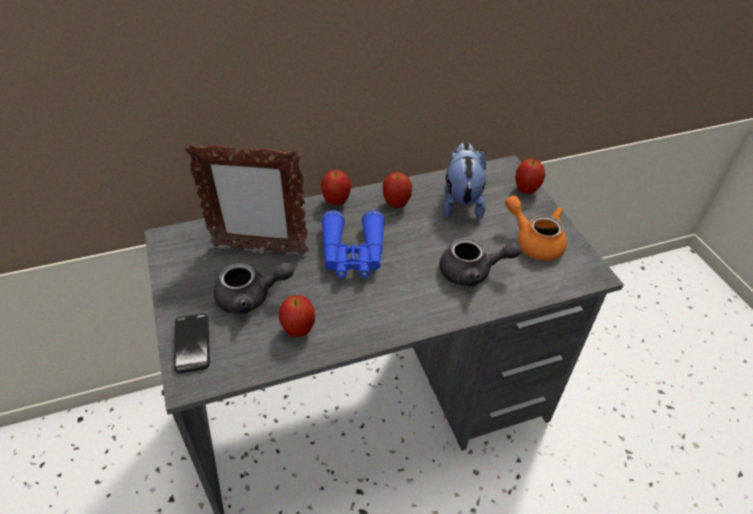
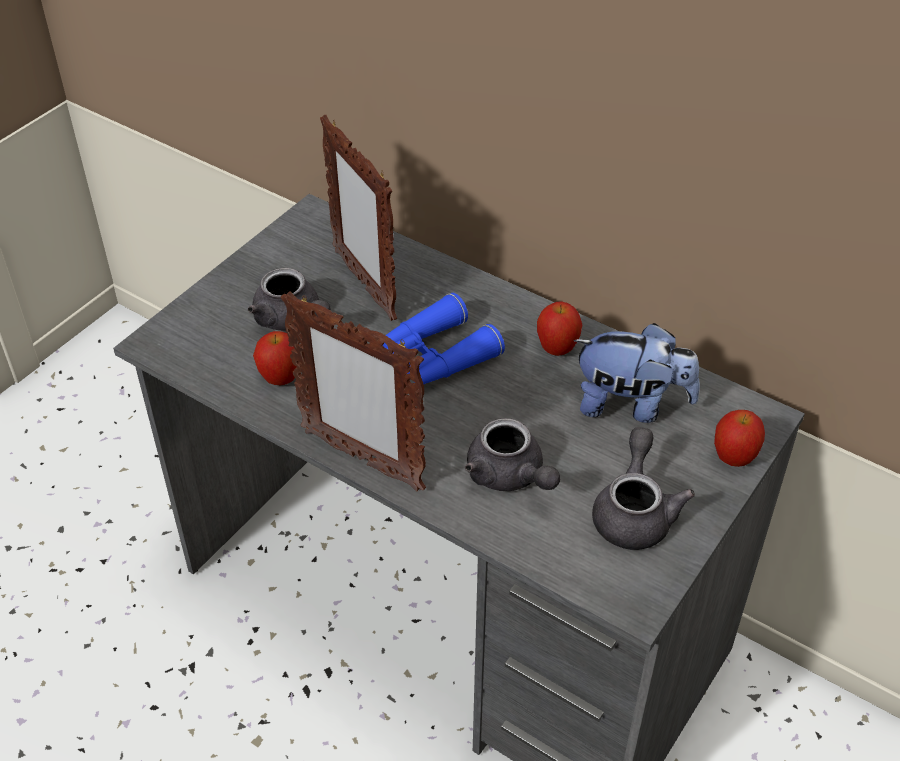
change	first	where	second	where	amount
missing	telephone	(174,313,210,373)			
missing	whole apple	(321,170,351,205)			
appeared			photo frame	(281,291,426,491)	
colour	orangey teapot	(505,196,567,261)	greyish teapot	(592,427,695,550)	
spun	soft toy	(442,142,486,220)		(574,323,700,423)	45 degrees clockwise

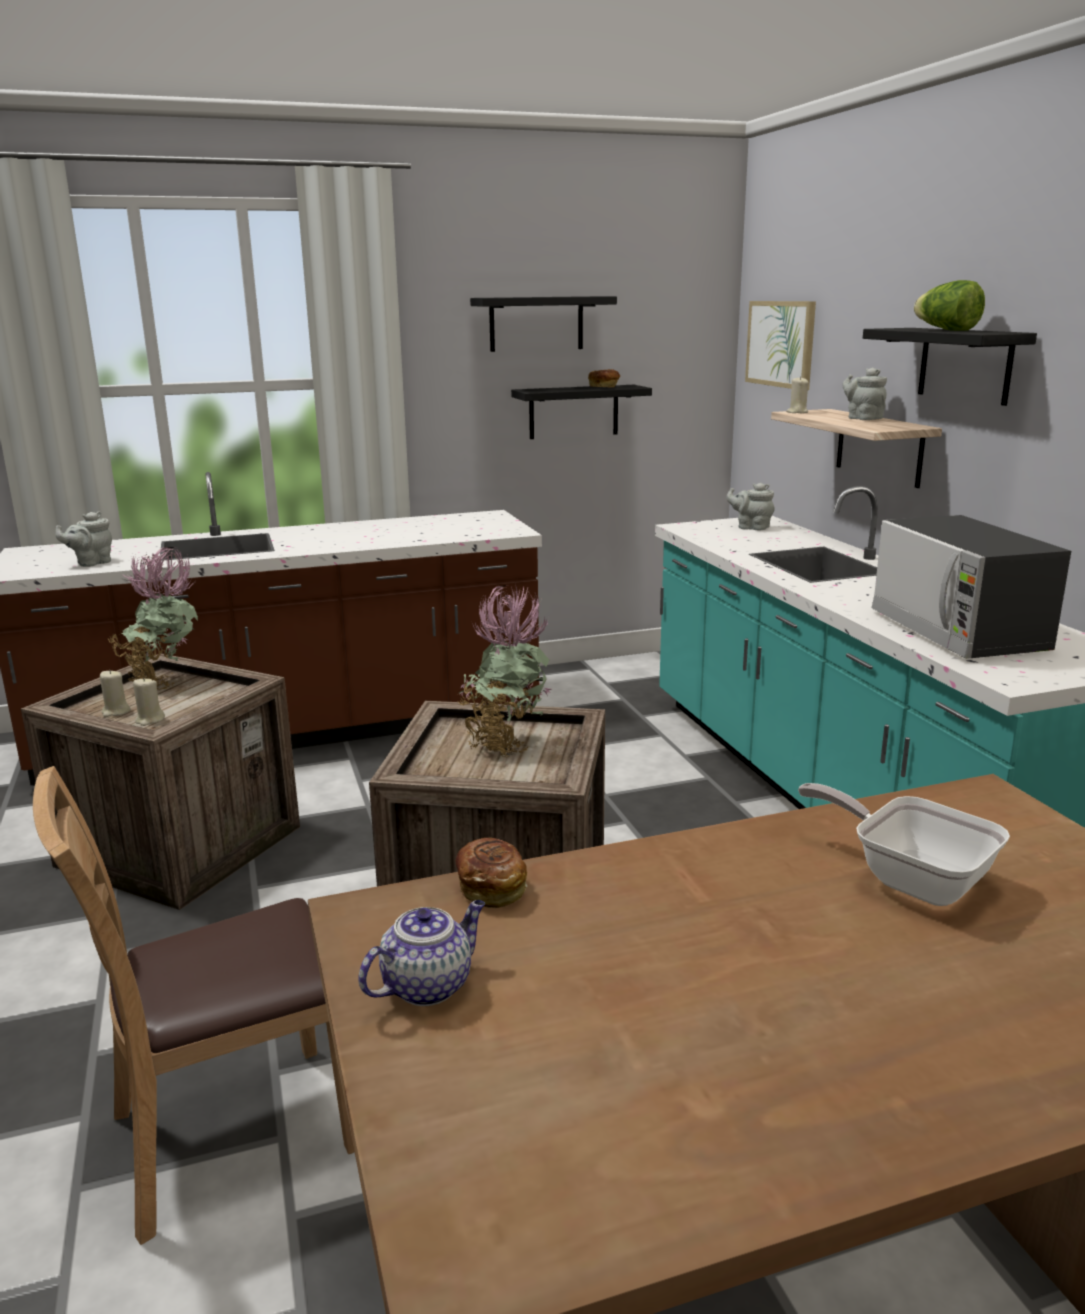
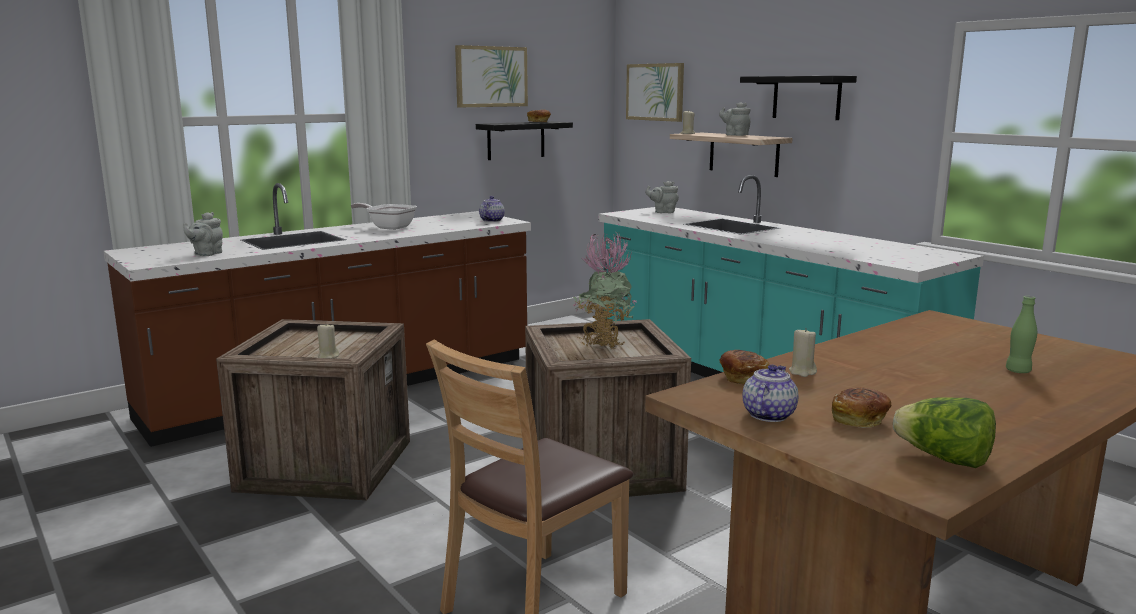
change	first	where	second	where	amount
missing	houseplant	(107,547,198,691)			
missing	microwave	(872,515,1071,659)			
appeared			teapot	(479,196,505,222)	
appeared			baked bread	(832,387,892,428)	
appeared			green bottle	(1006,296,1037,373)	
relocated	sand-coloured wax light	(100,670,131,717)		(789,329,817,377)	
relocated	pan	(798,783,1010,906)		(351,203,417,230)	
relocated	head of lettuce	(914,280,985,331)		(893,397,996,468)	
exchanged	black shelf	(470,296,617,352)	wall picture	(455,45,528,107)	

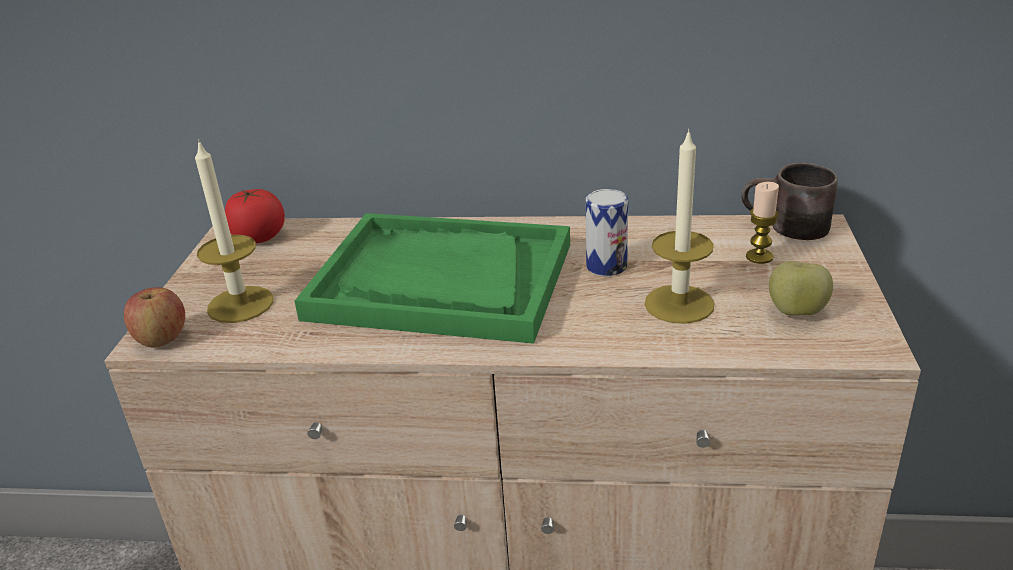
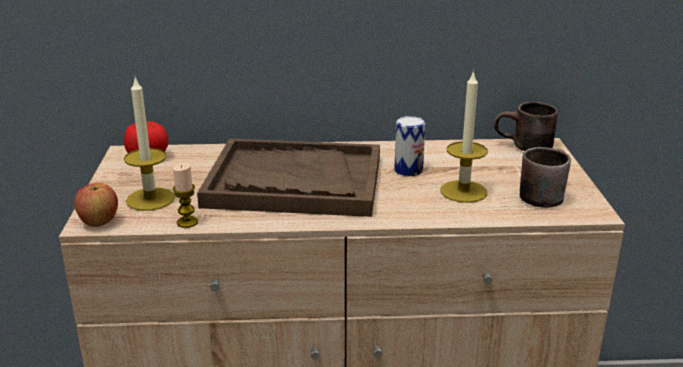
change	first	where	second	where	amount
relocated	wax light	(746,182,779,264)		(173,163,198,228)	
exchanged	whole apple	(769,261,833,315)	brown-coloured coffee mug	(520,147,571,208)	
colour	green carrying tray	(294,213,570,344)	brown-coloured carrying tray	(197,138,380,217)	

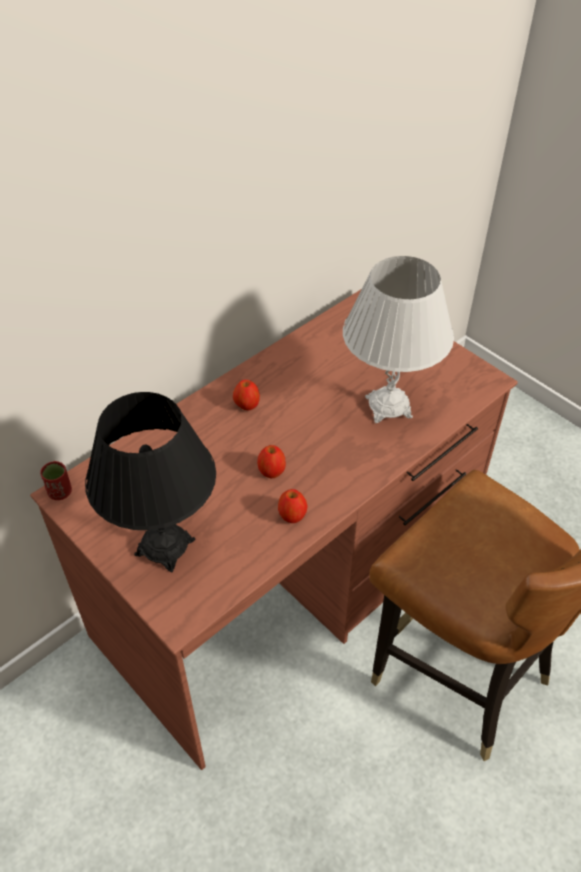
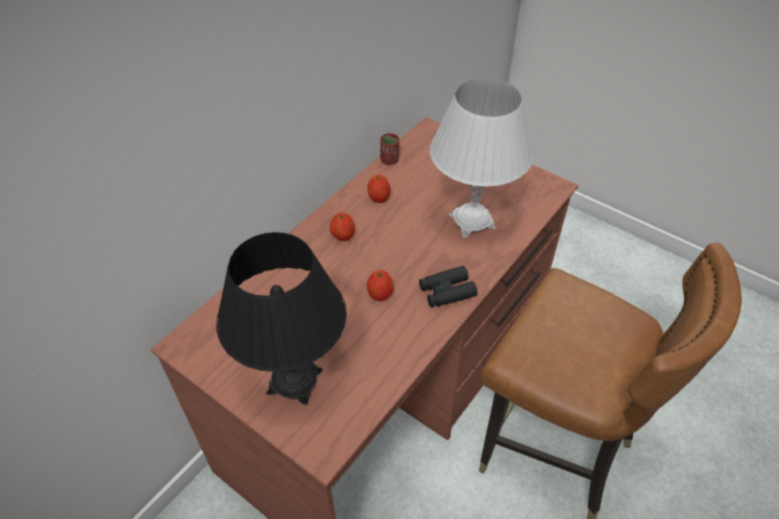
change	first	where	second	where	amount
appeared			black pair of binoculars	(419,266,478,308)	
relocated	reddish drinking cup	(40,461,72,500)		(380,133,399,165)	
relocated	whole apple	(278,489,308,523)		(368,174,391,203)	

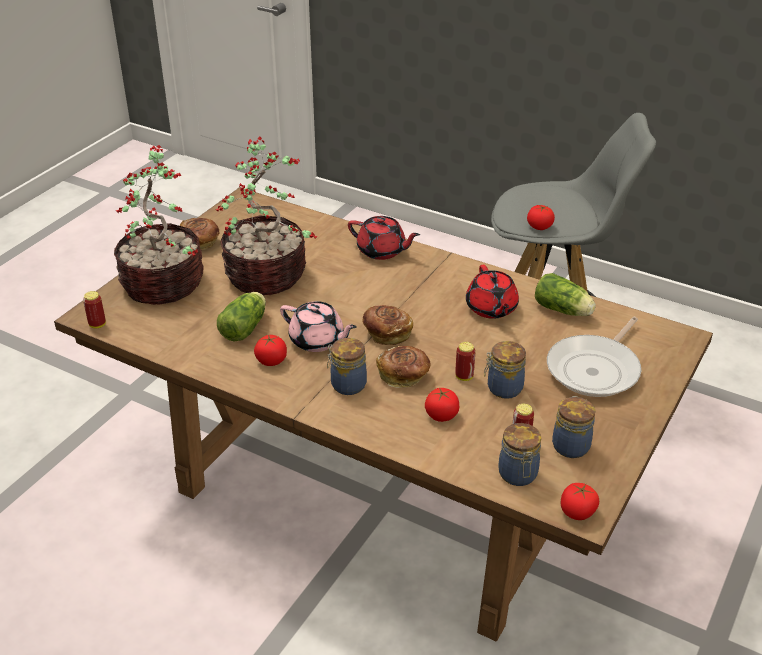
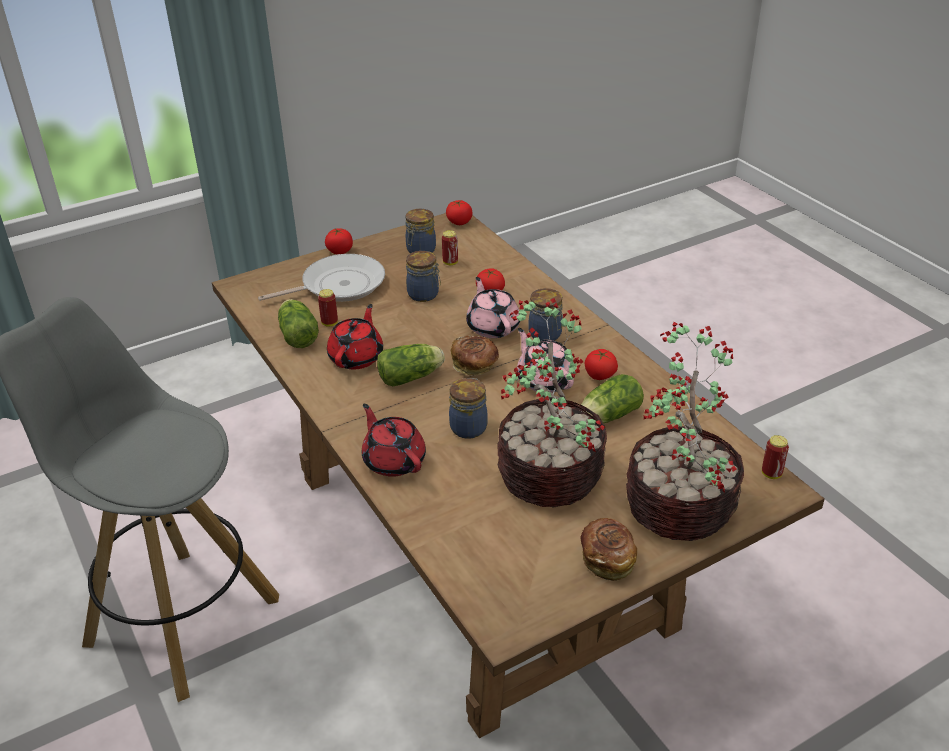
change	first	where	second	where	amount
appeared			head of lettuce	(377,344,445,386)	
relocated	can	(455,342,476,381)		(318,289,338,327)	
relocated	jar	(498,423,541,486)		(449,378,488,439)	
relocated	fresh tomato	(527,205,555,230)		(325,228,353,255)	
exchanged	baked bread	(376,346,431,388)	pinkish teapot	(466,277,520,338)	

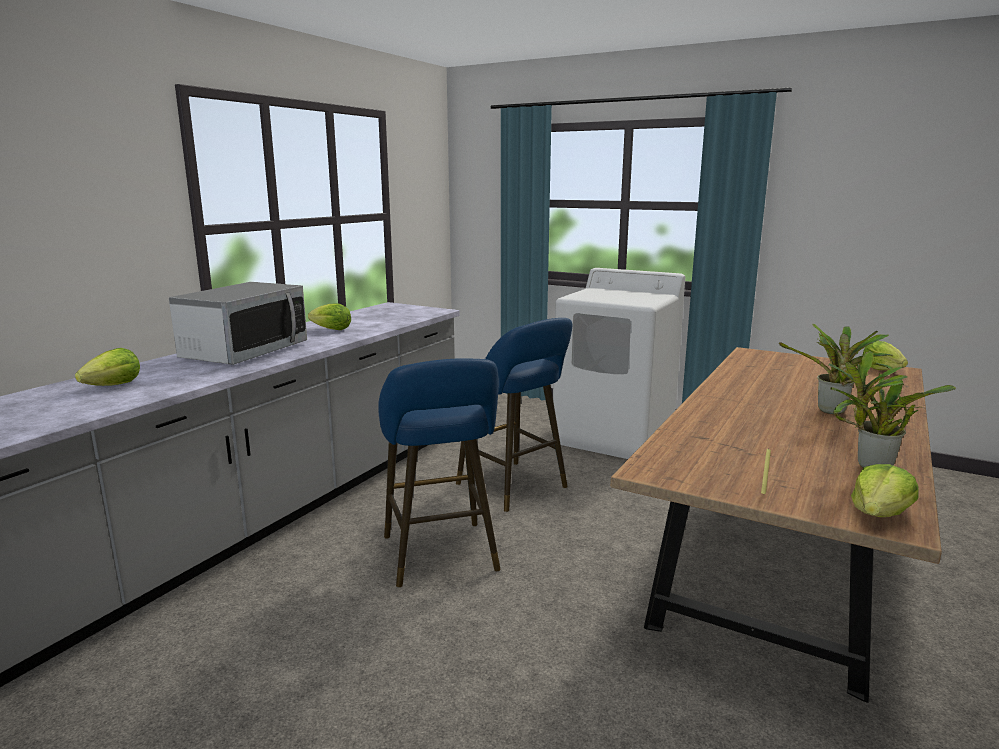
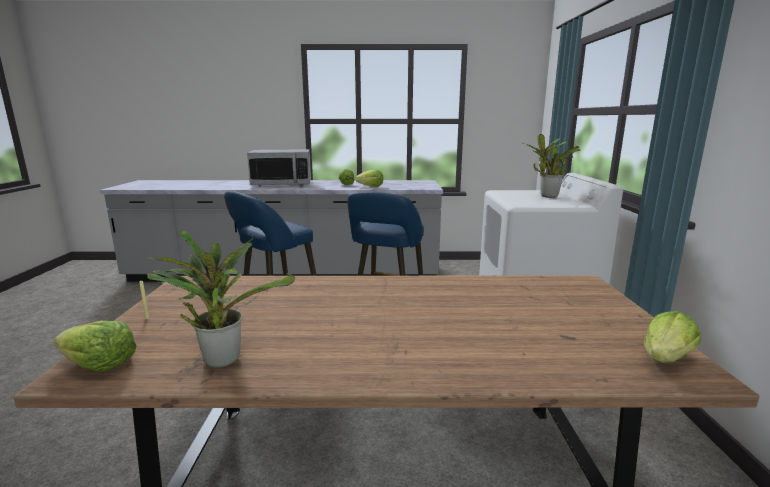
change	first	where	second	where	amount
relocated	head of lettuce	(75,348,140,386)		(356,170,383,187)	
relocated	houseplant	(779,324,896,414)		(523,134,581,198)	

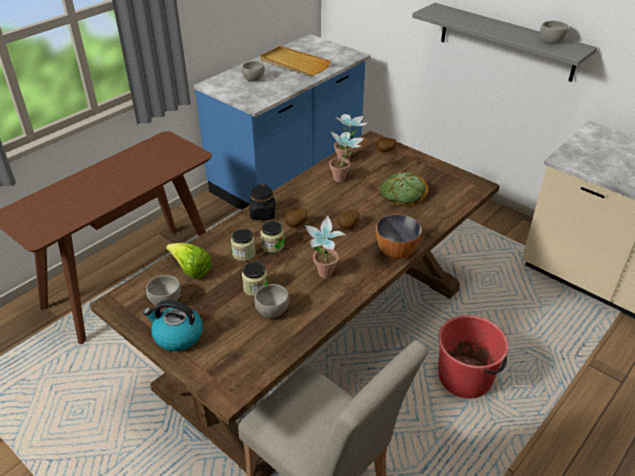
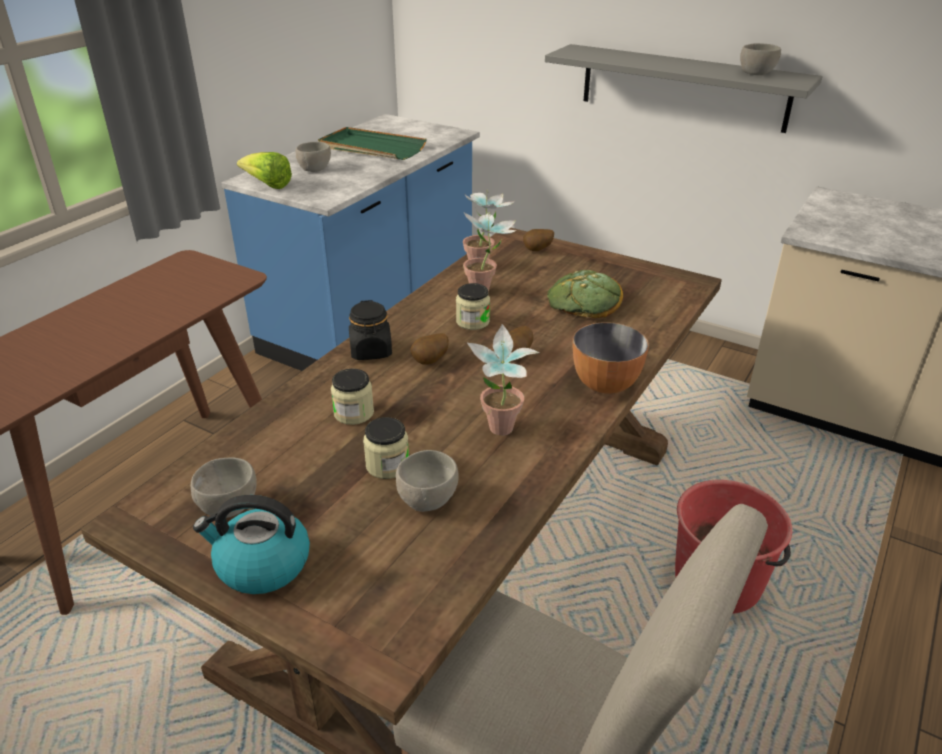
change	first	where	second	where	amount
relocated	head of lettuce	(166,243,212,279)		(237,152,292,189)	
relocated	jar	(261,221,284,253)		(456,283,490,330)	
colour	sand-coloured carrying tray	(260,46,331,76)	green carrying tray	(318,127,427,160)	

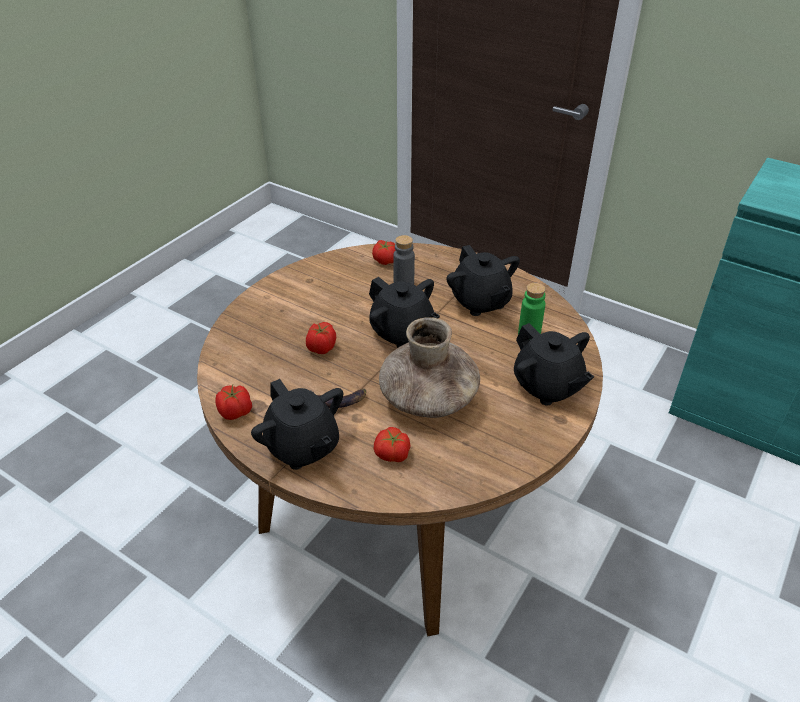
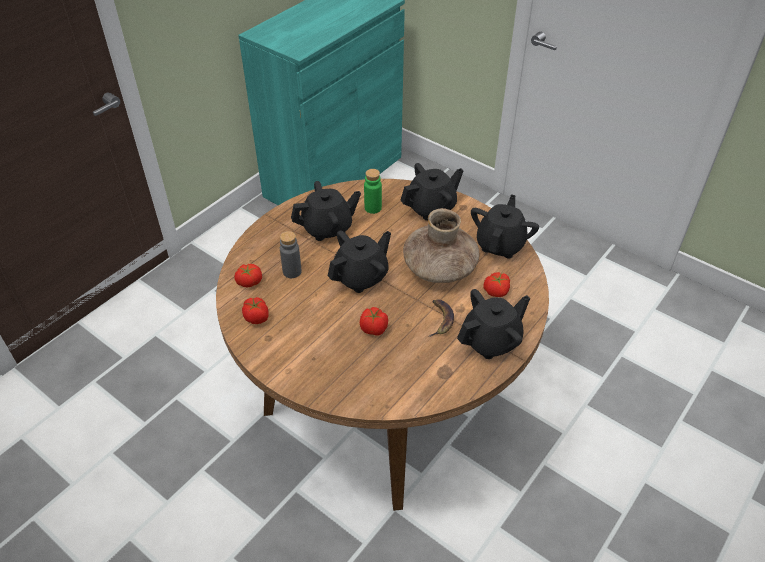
change	first	where	second	where	amount
appeared			black teapot	(471,194,539,259)	
relocated	fresh tomato	(215,385,252,420)		(242,297,269,324)	

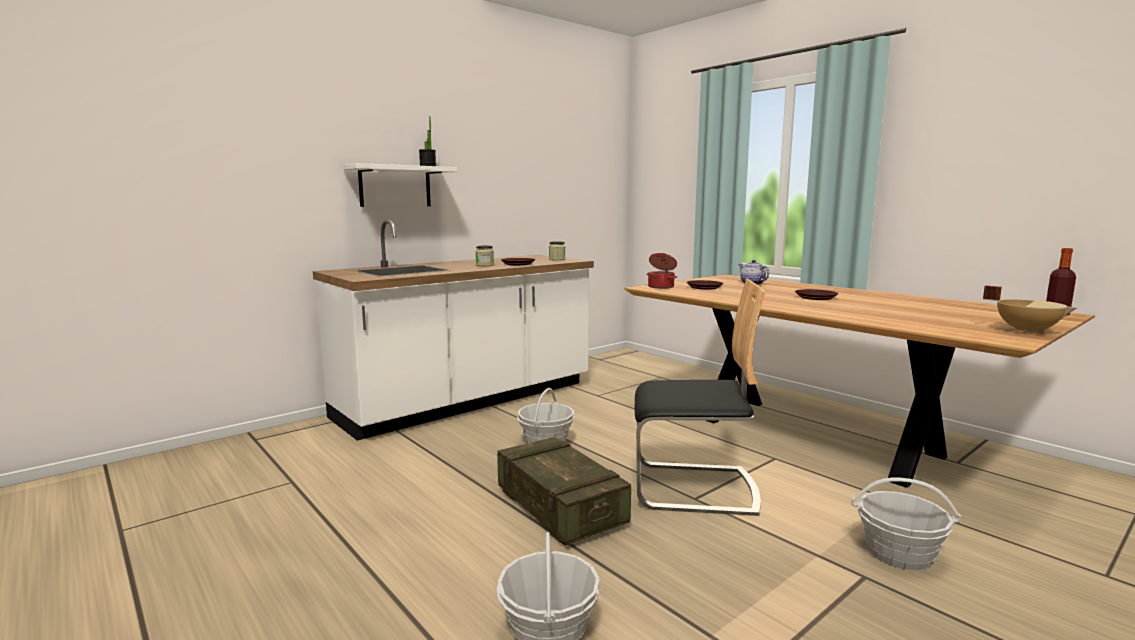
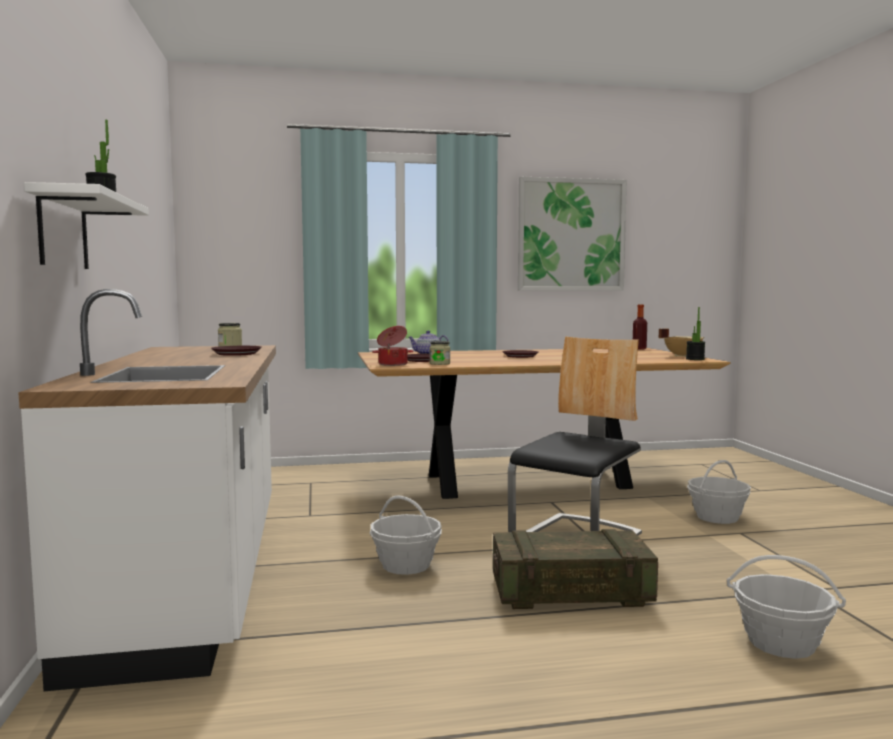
change	first	where	second	where	amount
appeared			wall picture	(518,177,627,291)	
appeared			houseplant	(686,307,705,360)	
relocated	jar	(475,246,494,266)		(430,341,450,365)	

